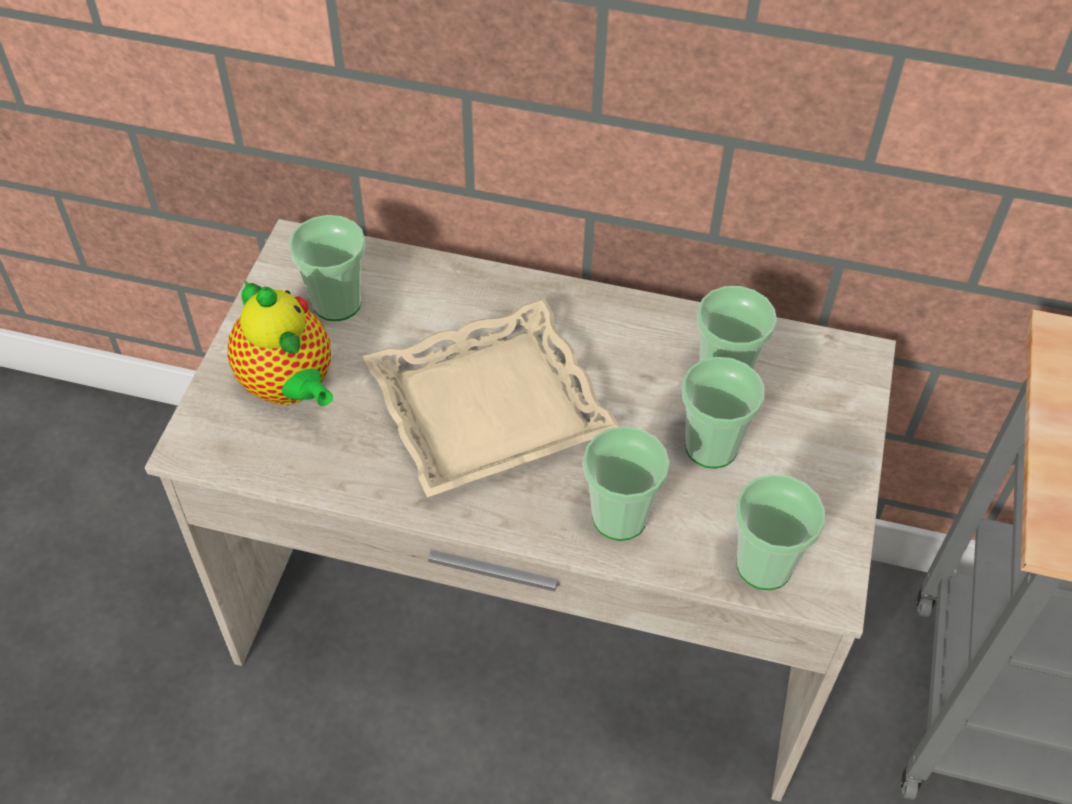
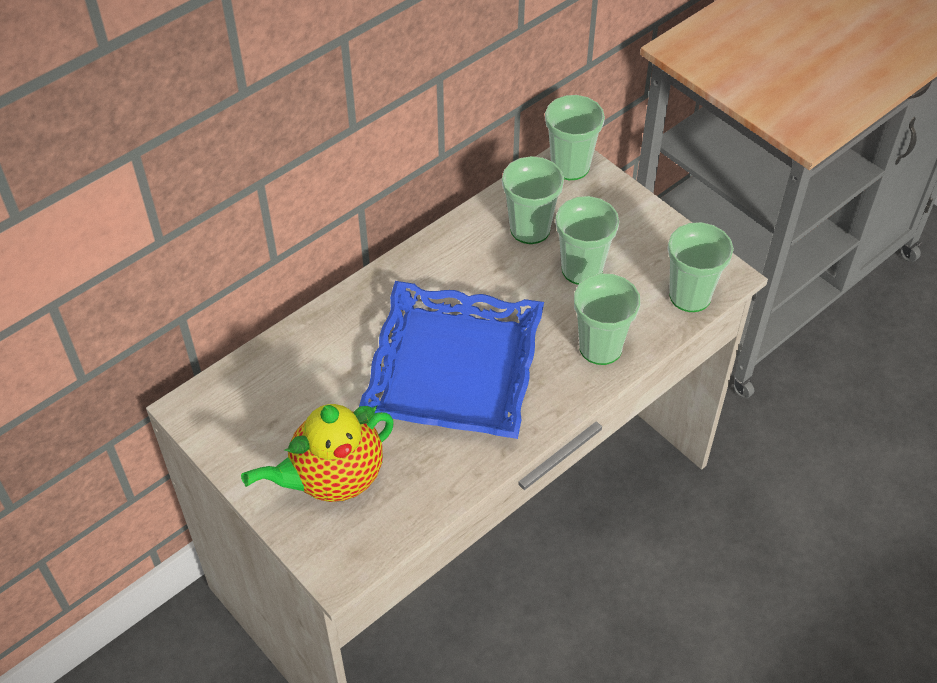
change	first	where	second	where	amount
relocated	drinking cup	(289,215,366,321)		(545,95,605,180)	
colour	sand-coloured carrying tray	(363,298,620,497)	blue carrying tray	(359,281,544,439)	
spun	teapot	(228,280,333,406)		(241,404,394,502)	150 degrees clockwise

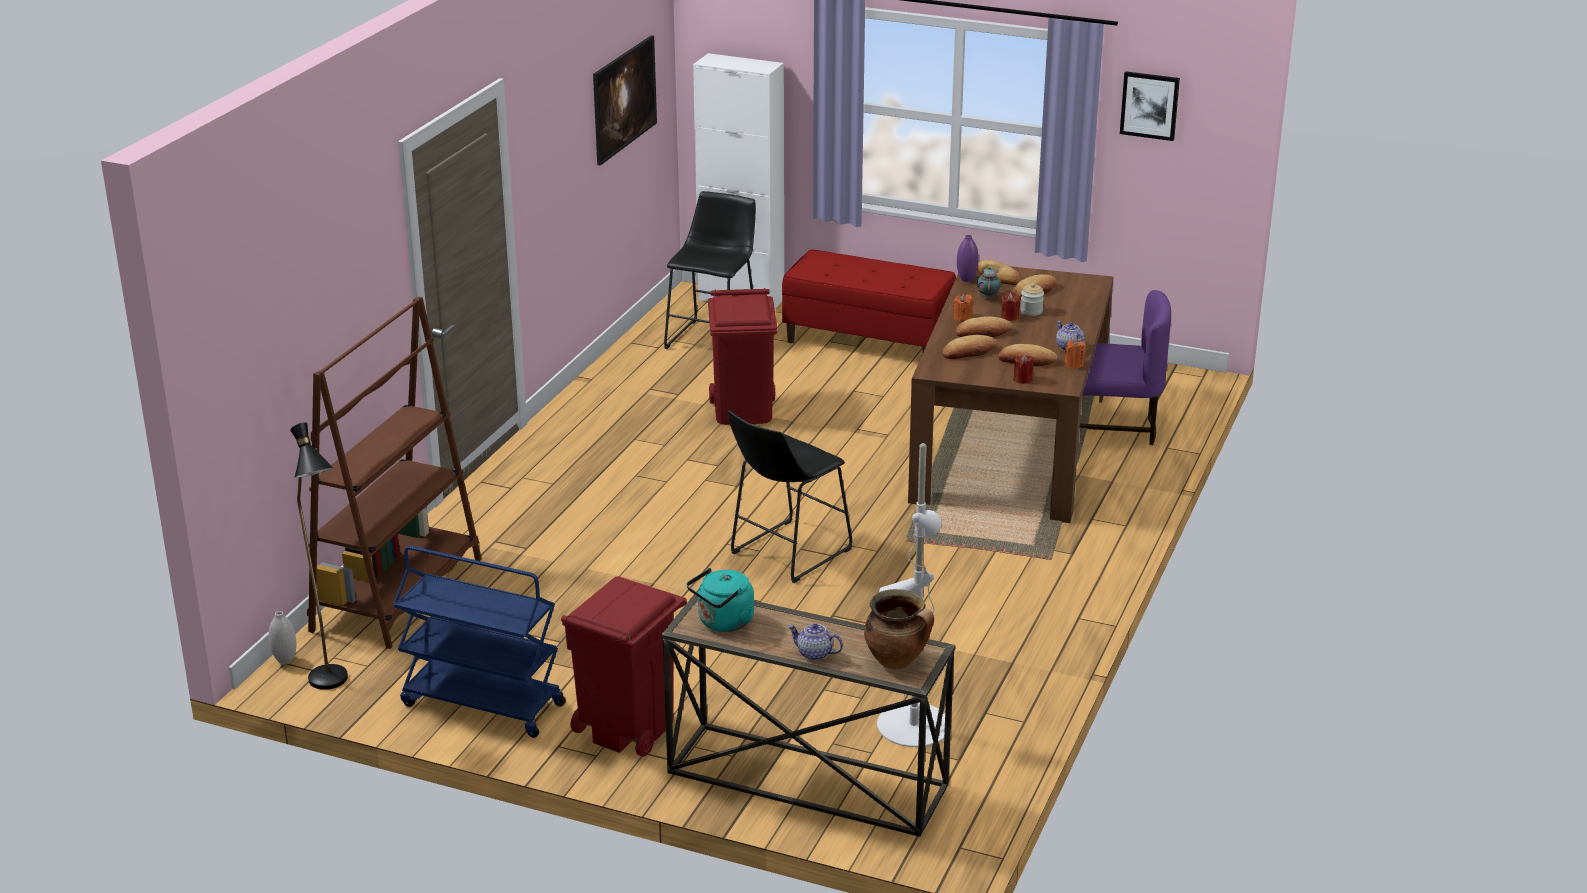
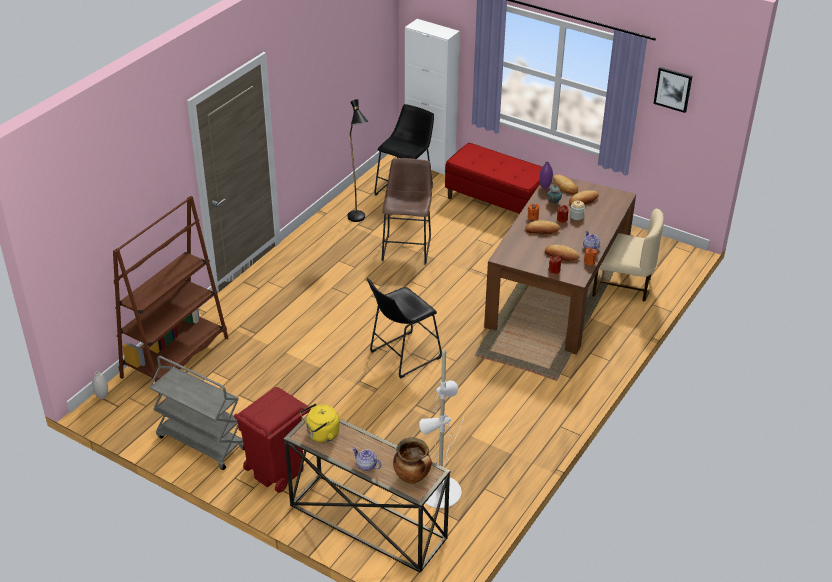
change	first	where	second	where	amount
missing	wall picture	(593,35,657,166)			
missing	baked bread	(943,335,996,359)			
relocated	black standard lamp	(290,422,348,690)		(347,99,368,222)	
exchanged	reddish waste bin	(708,288,777,425)	brown-coloured stool seat	(382,158,432,264)	
colour	blue trolley	(393,546,566,738)	greyish trolley	(149,356,245,470)	
colour	turquoise water kettle	(686,568,754,632)	yellow-coloured water kettle	(300,403,340,443)	
colour	purple plain chair	(1080,290,1171,445)	sand-coloured plain chair	(592,209,664,302)	

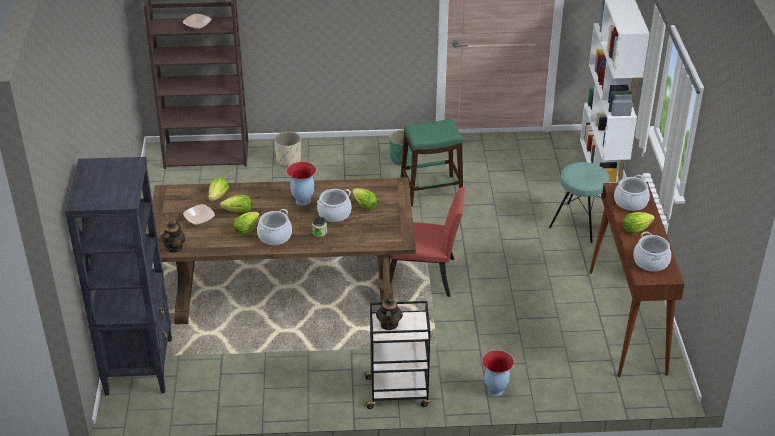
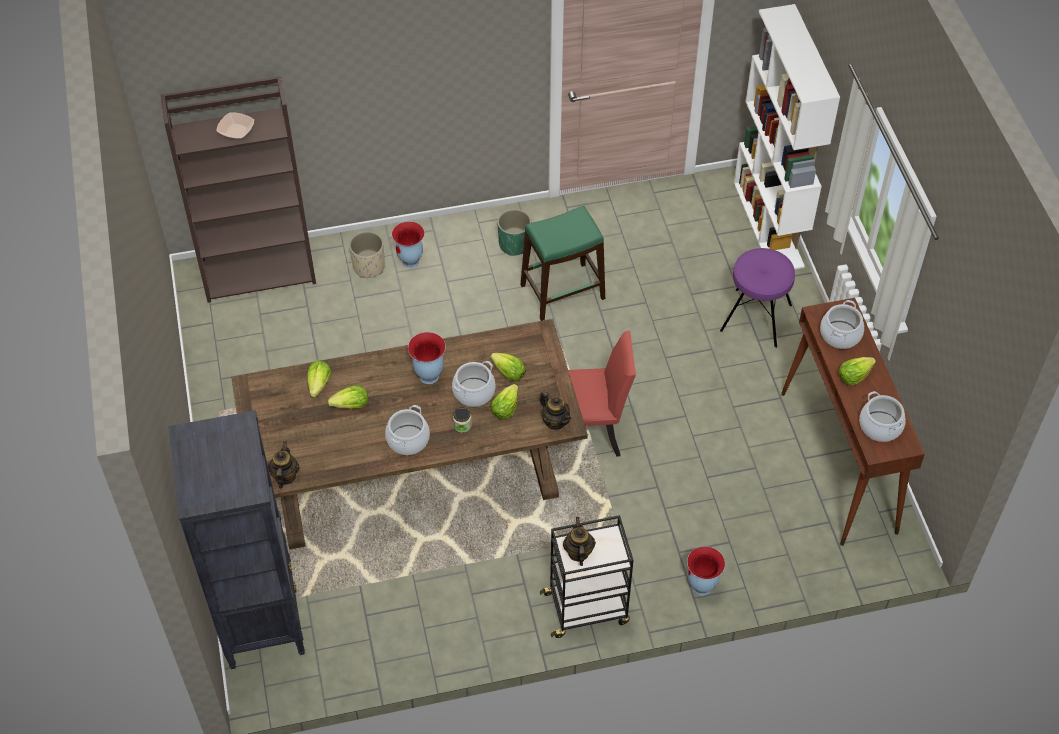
change	first	where	second	where	amount
missing	deep dish	(183,204,215,225)			
appeared			vase	(392,221,424,268)	
appeared			teapot	(540,391,571,430)	
relocated	head of lettuce	(233,212,260,235)		(491,384,518,420)	
colour	turquoise stool seat	(549,162,610,243)	purple stool seat	(720,248,795,348)	

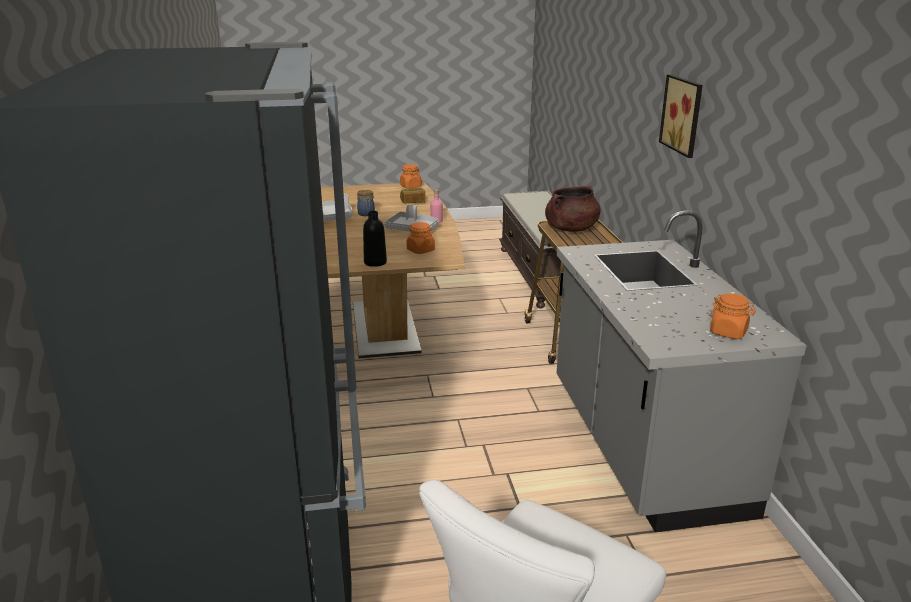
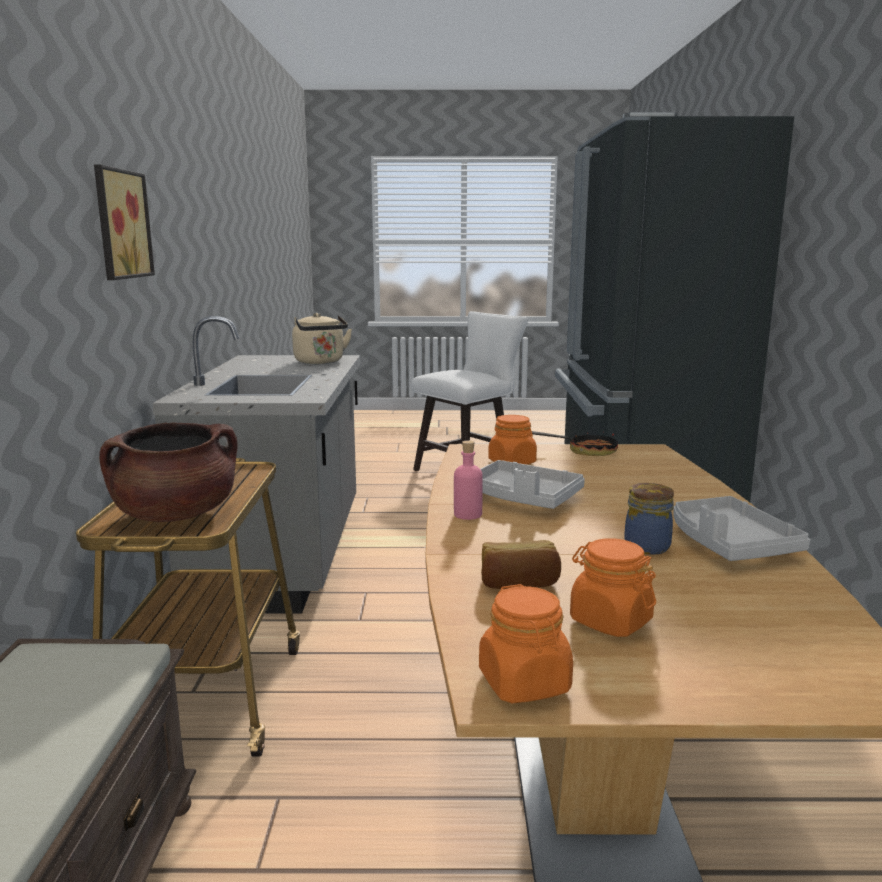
change	first	where	second	where	amount
appeared			sand-coloured water kettle	(292,313,352,364)	
relocated	orangey jar	(709,293,756,339)		(570,538,656,637)	
exchanged	black bottle	(363,211,387,267)	pan	(532,431,618,456)	

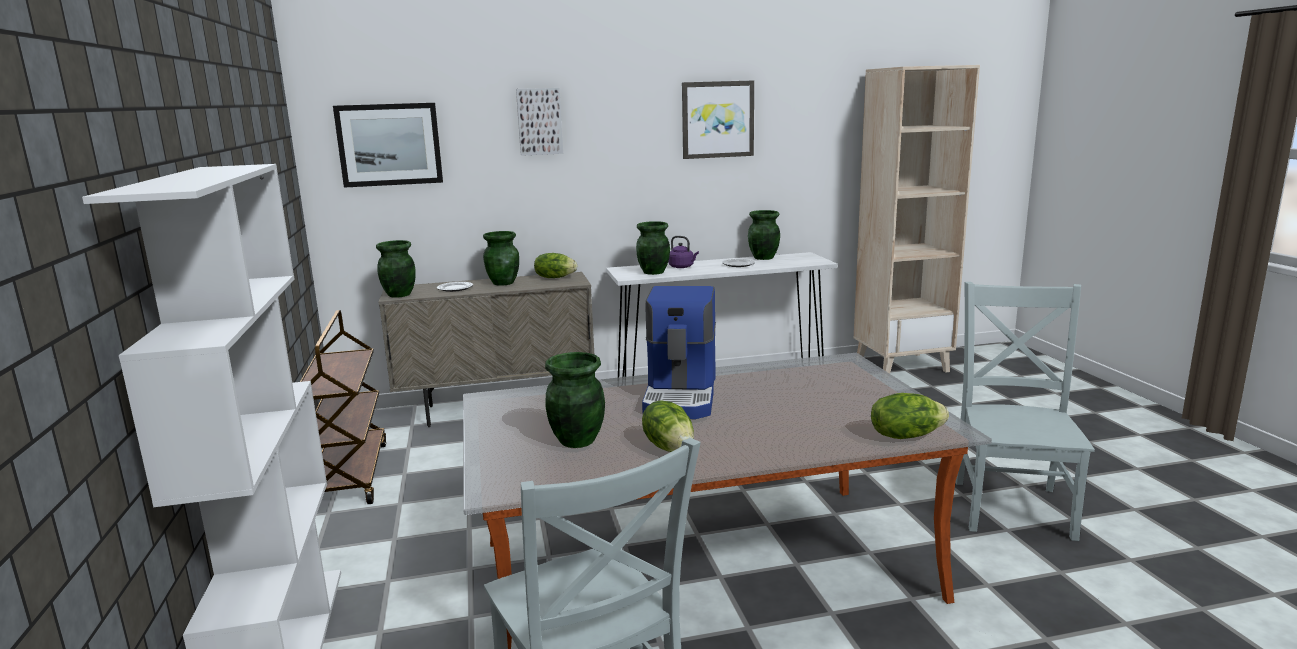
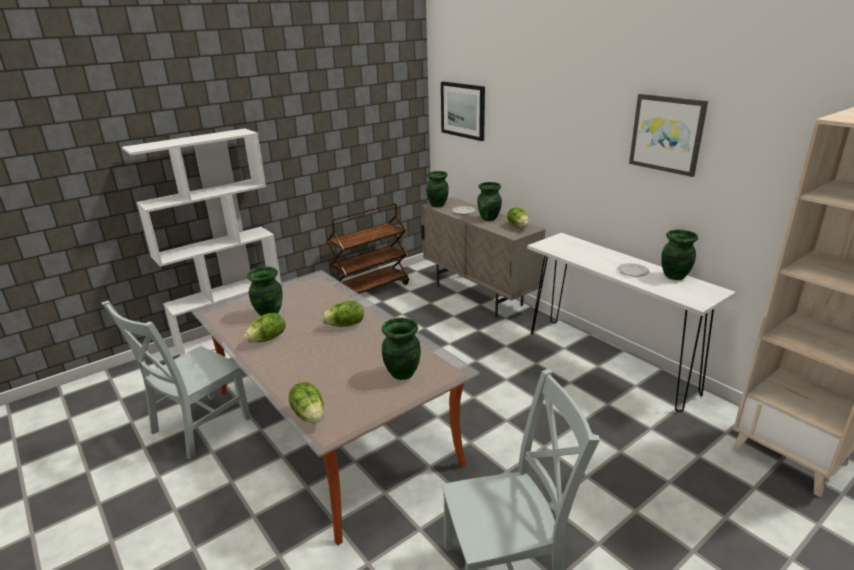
change	first	where	second	where	amount
missing	wall picture	(516,88,563,156)			
missing	purple water kettle	(668,236,699,268)			
relocated	green vase	(636,221,670,275)		(382,317,421,380)	
exchanged	coffee maker	(642,286,716,419)	head of lettuce	(321,301,364,327)	

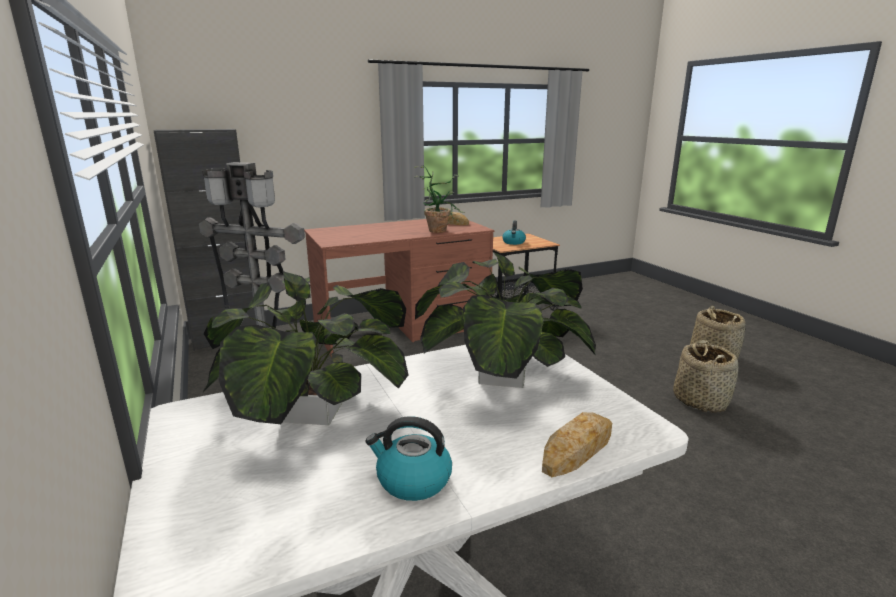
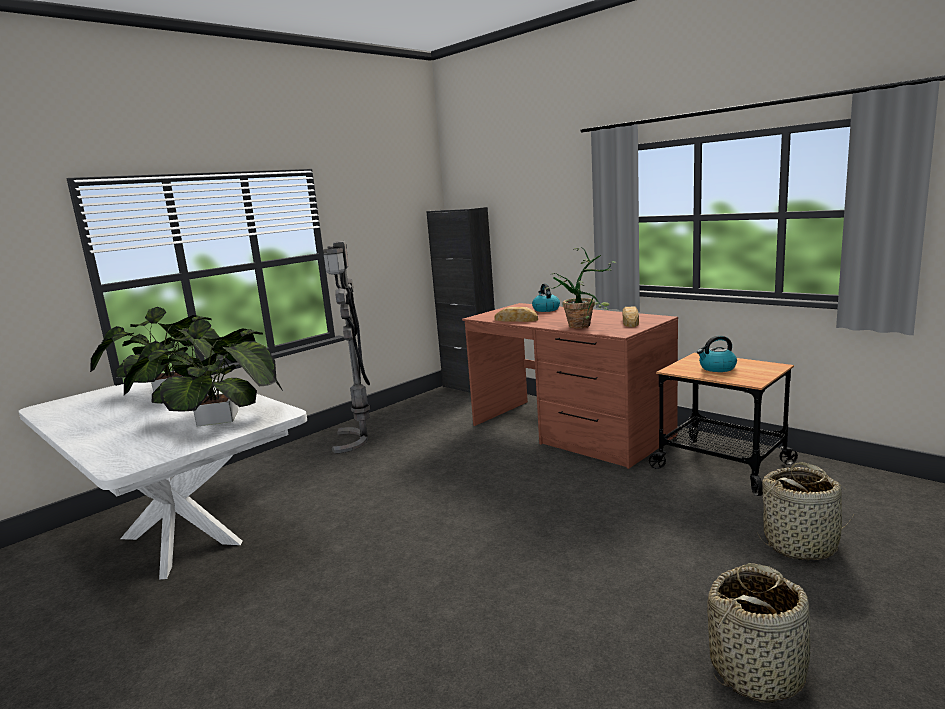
change	first	where	second	where	amount
relocated	water kettle	(366,416,452,501)		(532,283,560,312)	
relocated	baked bread	(542,412,612,477)		(494,307,538,322)	
relocated	storage basket	(673,340,738,413)		(758,462,854,560)	

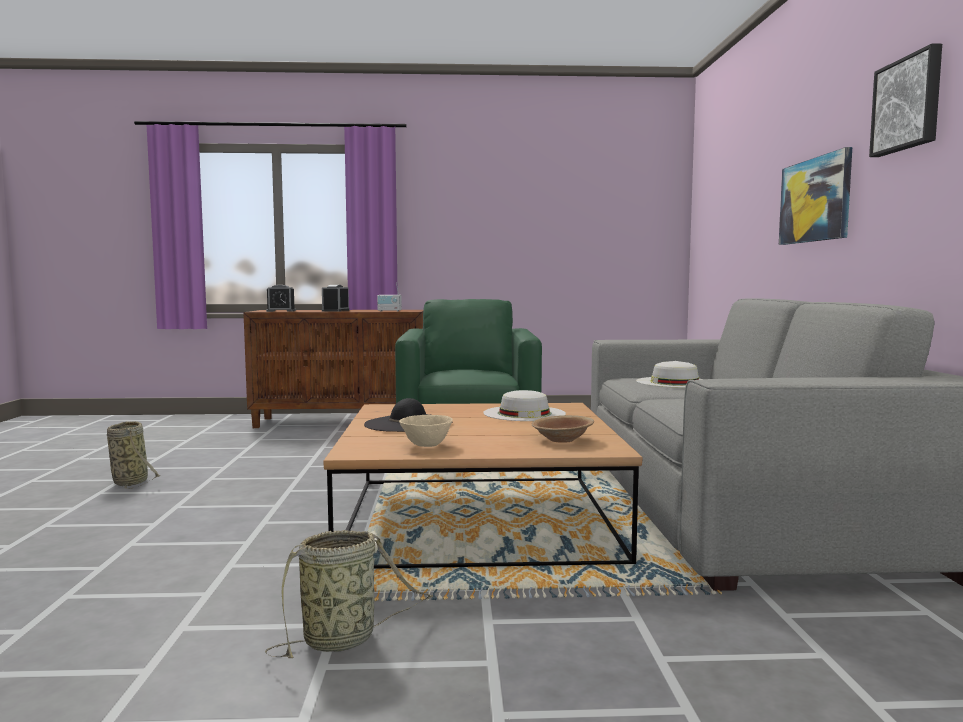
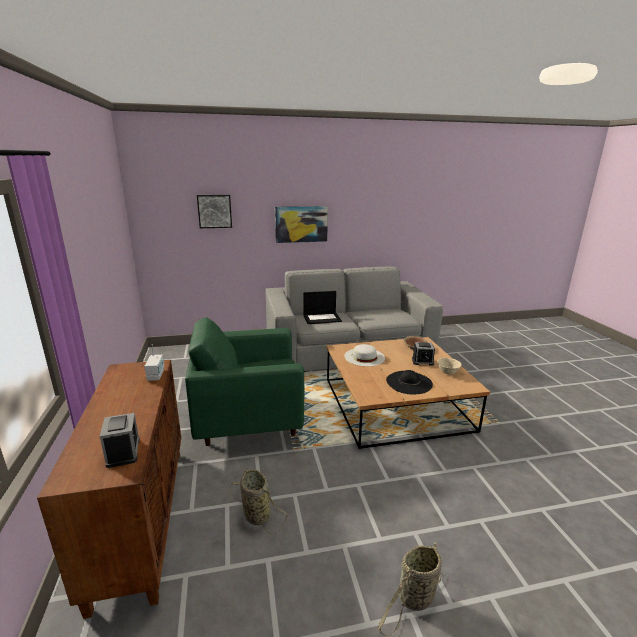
change	first	where	second	where	amount
relocated	storage basket	(265,530,433,658)		(229,469,289,535)	
relocated	bedside clock	(322,285,349,312)		(412,342,435,366)	
relocated	wall picture	(869,43,942,157)		(197,195,232,228)	
exchanged	white-coloured clothing hat	(636,361,699,388)	portable computer	(303,291,342,324)	

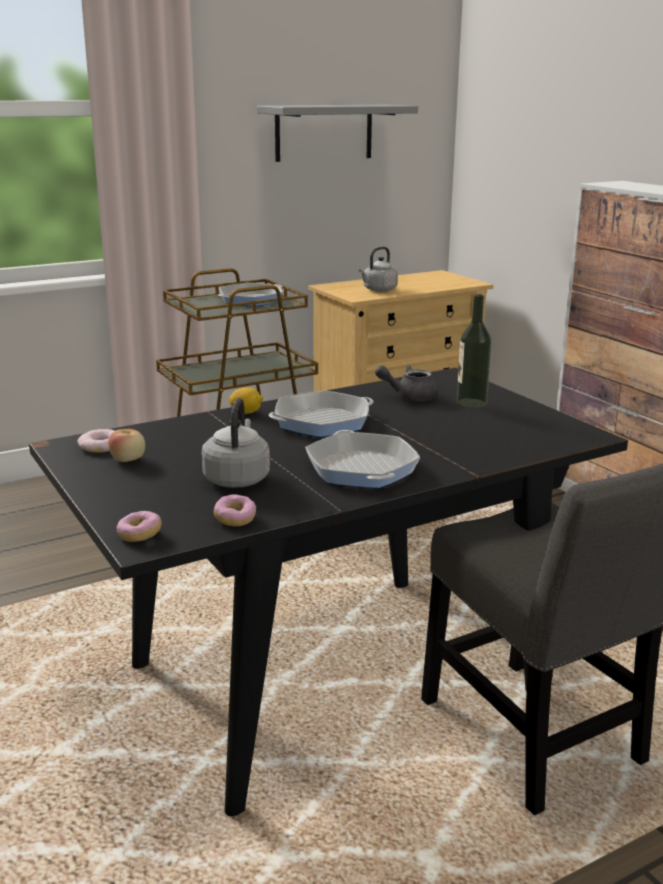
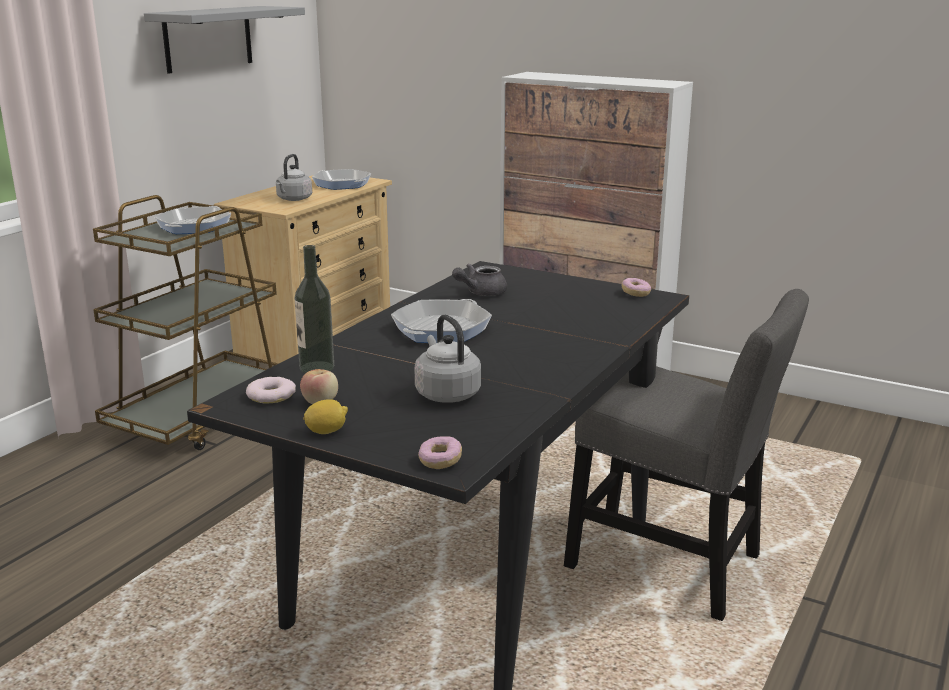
change	first	where	second	where	amount
relocated	doughnut	(214,494,256,526)		(622,278,651,297)	
relocated	lemon	(229,388,263,414)		(303,399,348,434)	
relocated	pan	(305,430,420,488)		(312,169,371,190)	
relocated	bottle	(457,294,492,409)		(294,245,334,373)	

